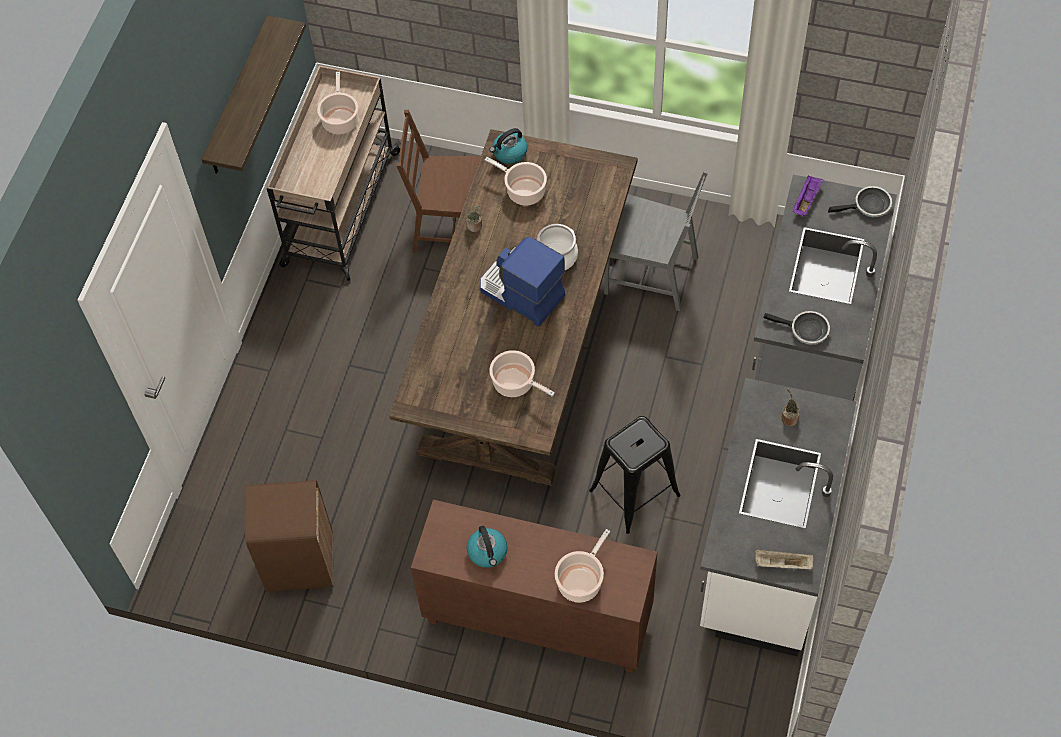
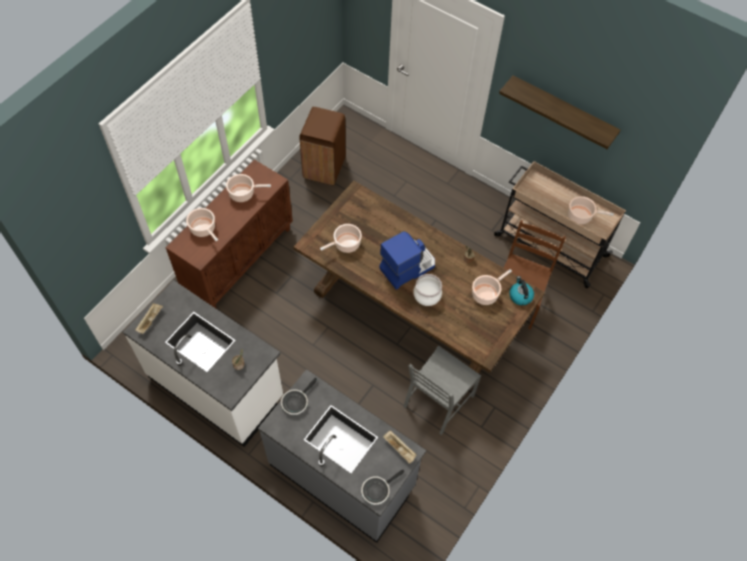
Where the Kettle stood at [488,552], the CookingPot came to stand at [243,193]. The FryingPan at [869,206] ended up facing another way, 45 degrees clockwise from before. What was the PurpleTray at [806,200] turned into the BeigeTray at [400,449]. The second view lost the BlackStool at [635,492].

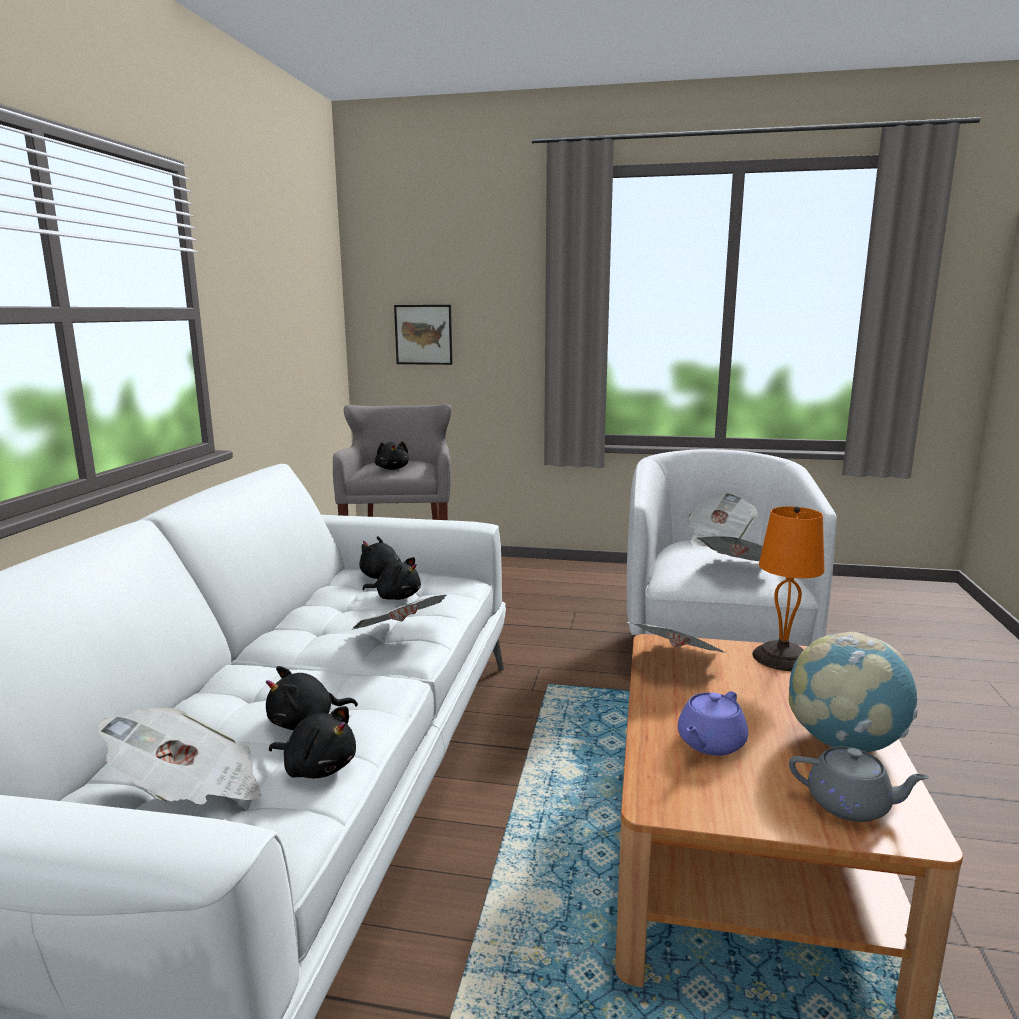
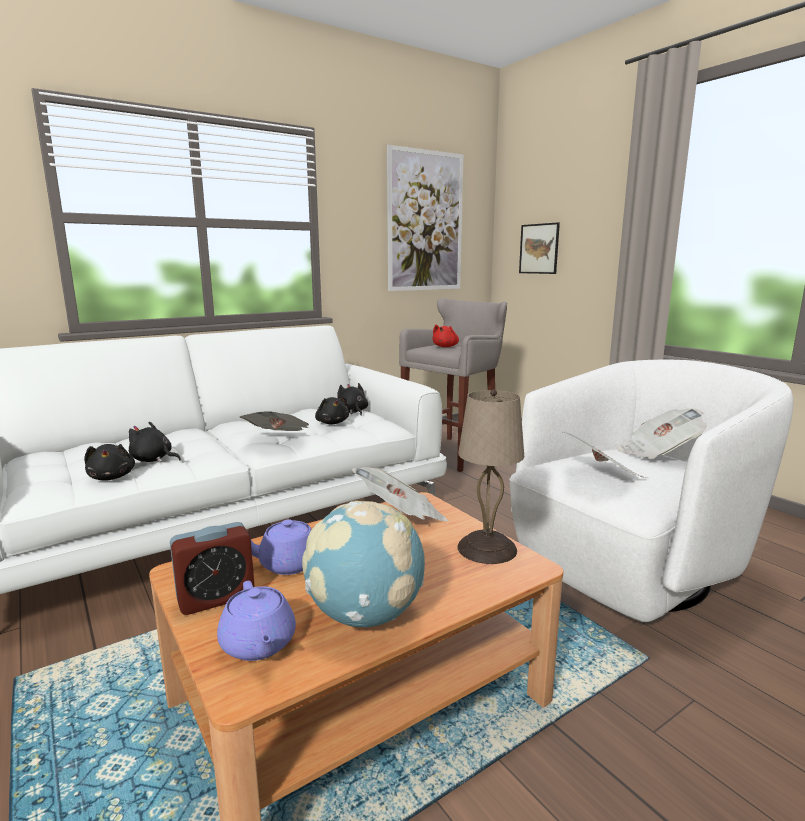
The second view gained the AlarmClock at [216,598]. What was the GreyTeapot at [850,805] turned into the PurpleTeapot at [258,644]. The second view gained the Picture at [425,222]. What was the BlackPlushToy at [392,469] turned into the RedPlushToy at [446,347]. What was the OrangeTableLamp at [780,657] turned into the BeigeTableLamp at [486,547]. The second view lost the Newspaper at [191,790].

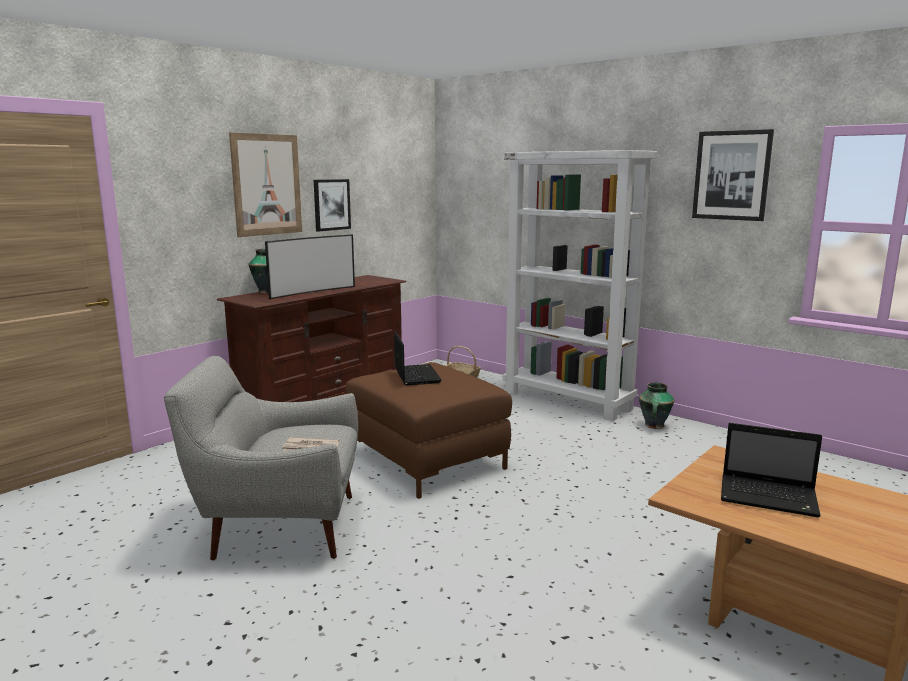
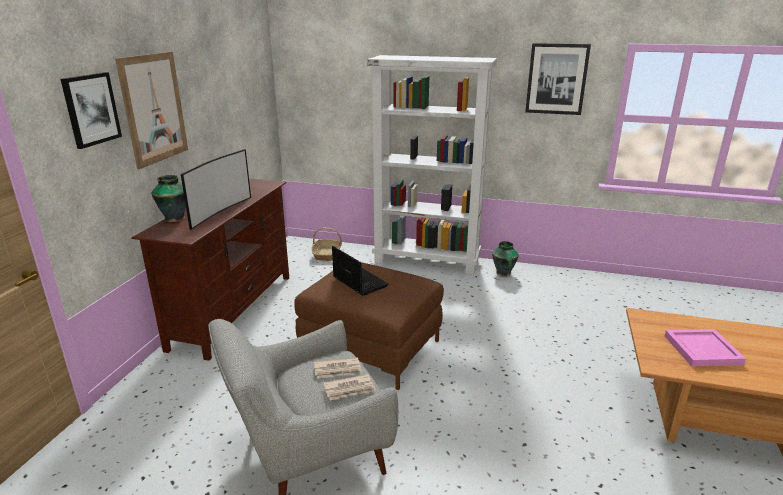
The Picture ended up elsewhere, having gone from [331,204] to [91,109]. The second view gained the Newspaper at [338,370]. Where the Laptop stood at [770,497], the PinkTray came to stand at [702,349].

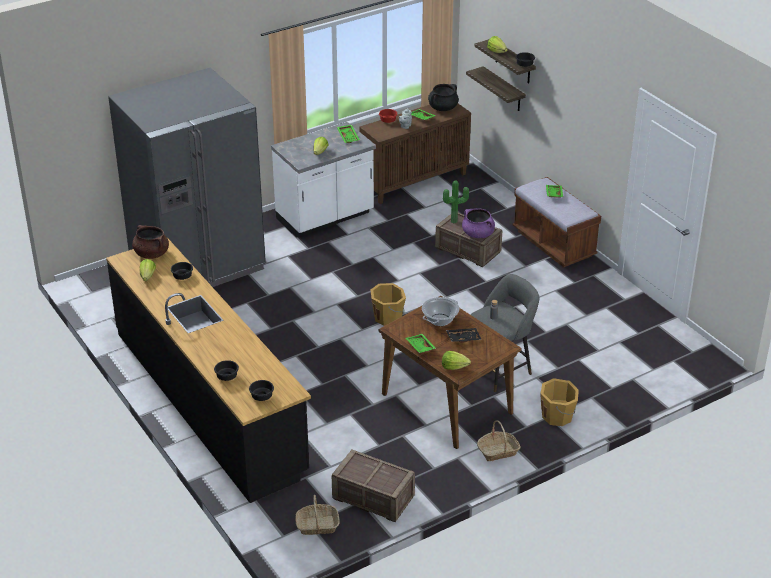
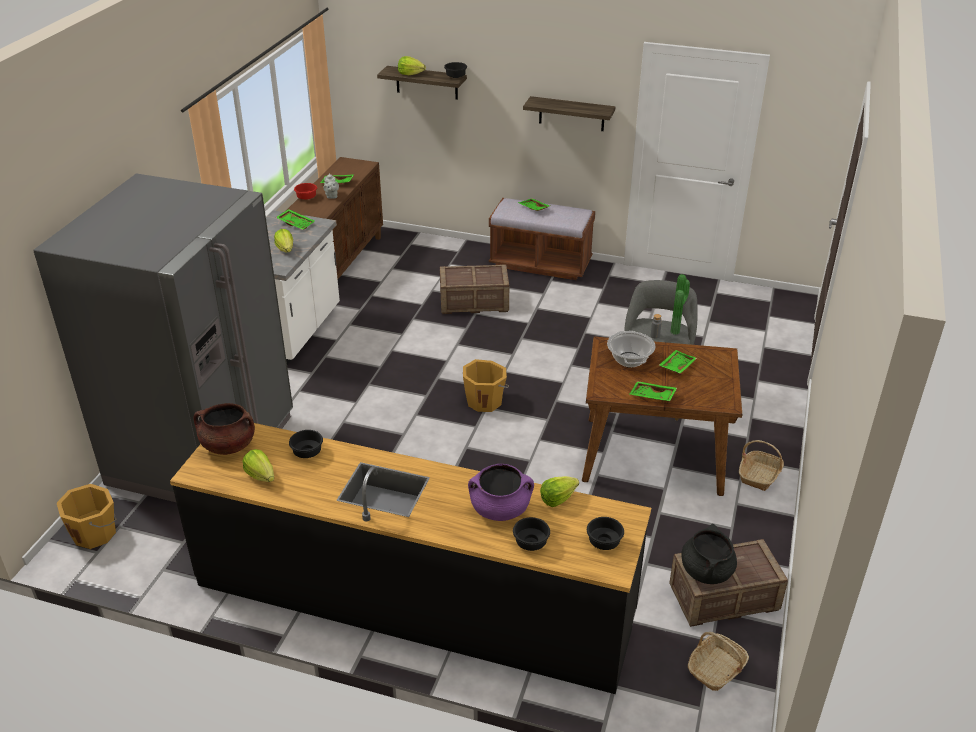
The OrangeBucket ended up elsewhere, having gone from [558,416] to [95,533]. The PurpleCookingPot ended up elsewhere, having gone from [478,234] to [500,509]. The Shelf ended up elsewhere, having gone from [503,89] to [571,114]. The Lettuce ended up elsewhere, having gone from [454,367] to [557,499]. What was the BlackTray at [463,338] turned into the GreenTray at [676,366]. The PottedPlant ended up elsewhere, having gone from [455,222] to [676,332]. The BlackCookingPot ended up elsewhere, having gone from [443,108] to [706,571].

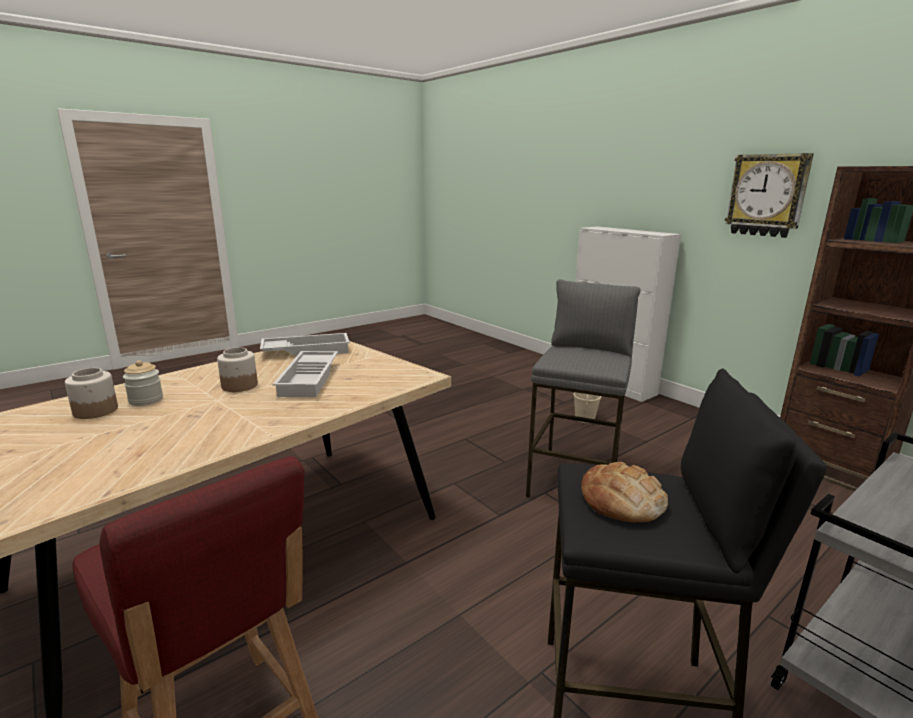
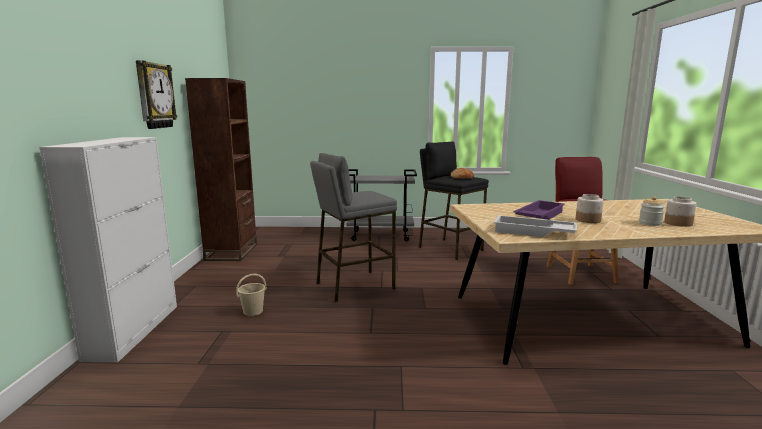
What was the WhiteTray at [310,379] turned into the PurpleTray at [538,215].

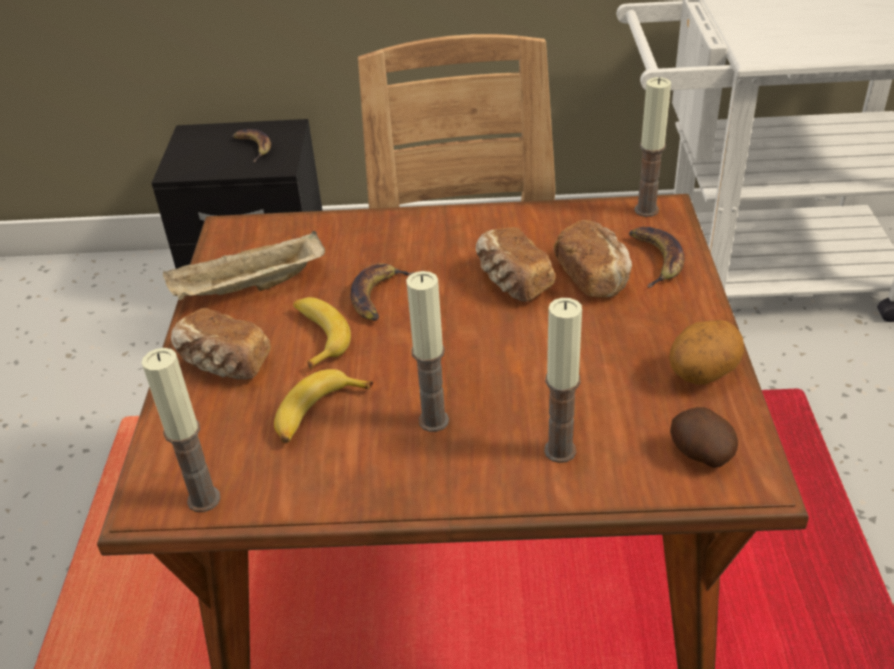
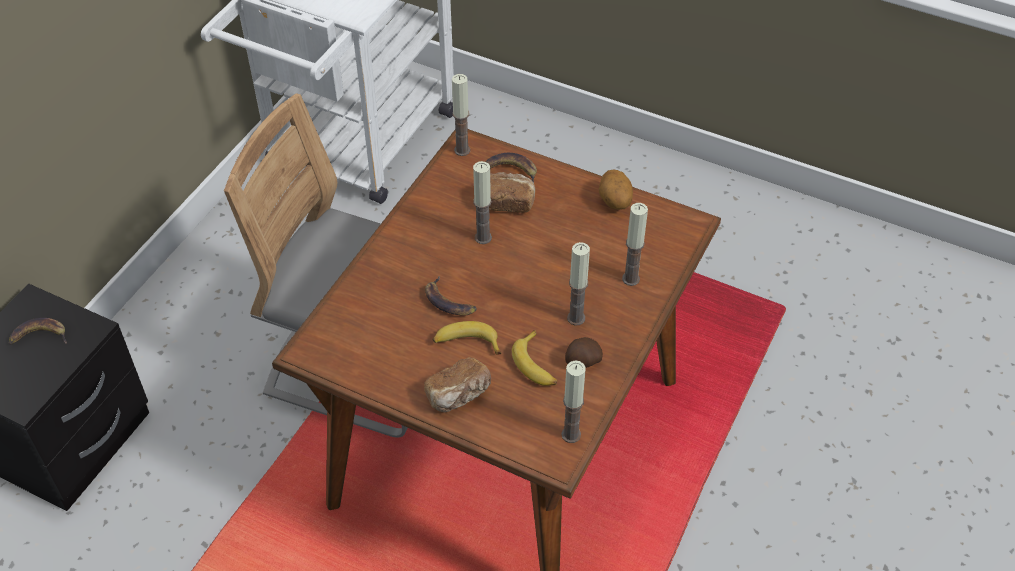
Where the Bread stood at [511,282], the Candle came to stand at [483,237]. The Potato ended up elsewhere, having gone from [699,454] to [582,361]. The second view lost the BeigeTray at [249,289].

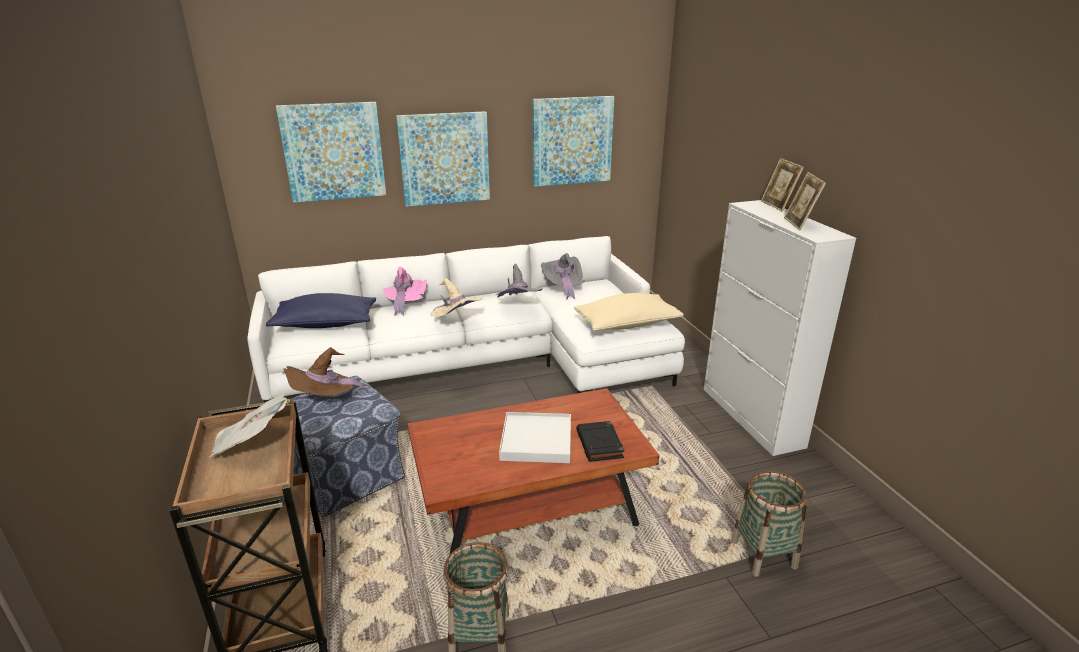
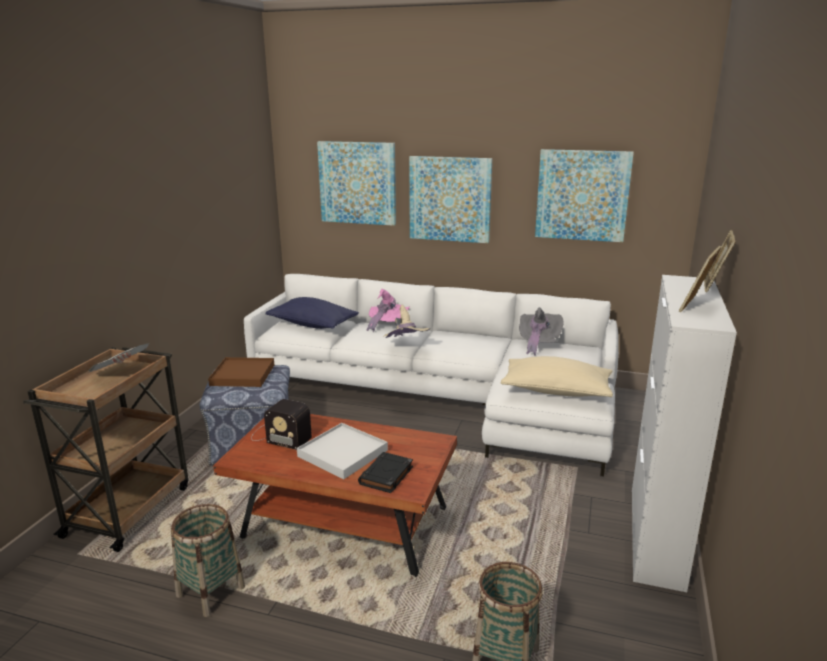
Where the BrownHat stood at [325,401], the BrownTray came to stand at [242,375]. The second view gained the Radio at [279,436]. The second view lost the GreyHat at [518,307].

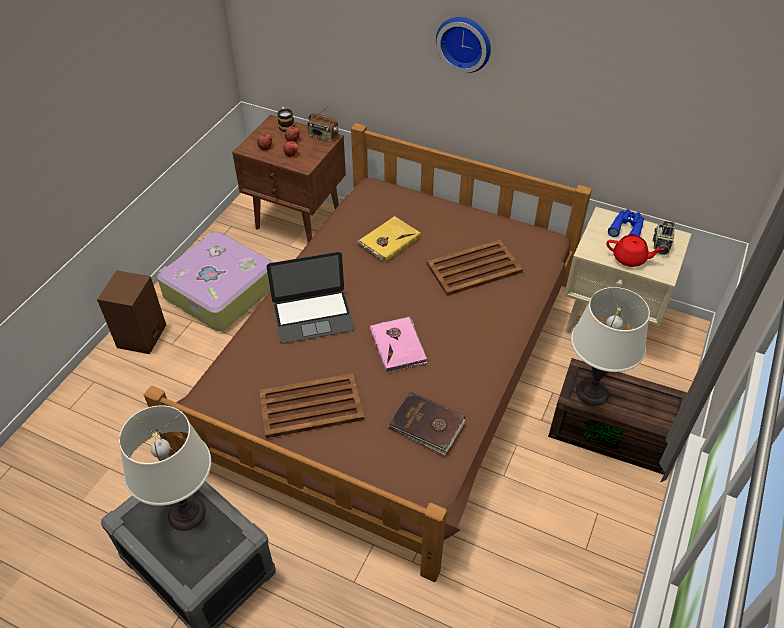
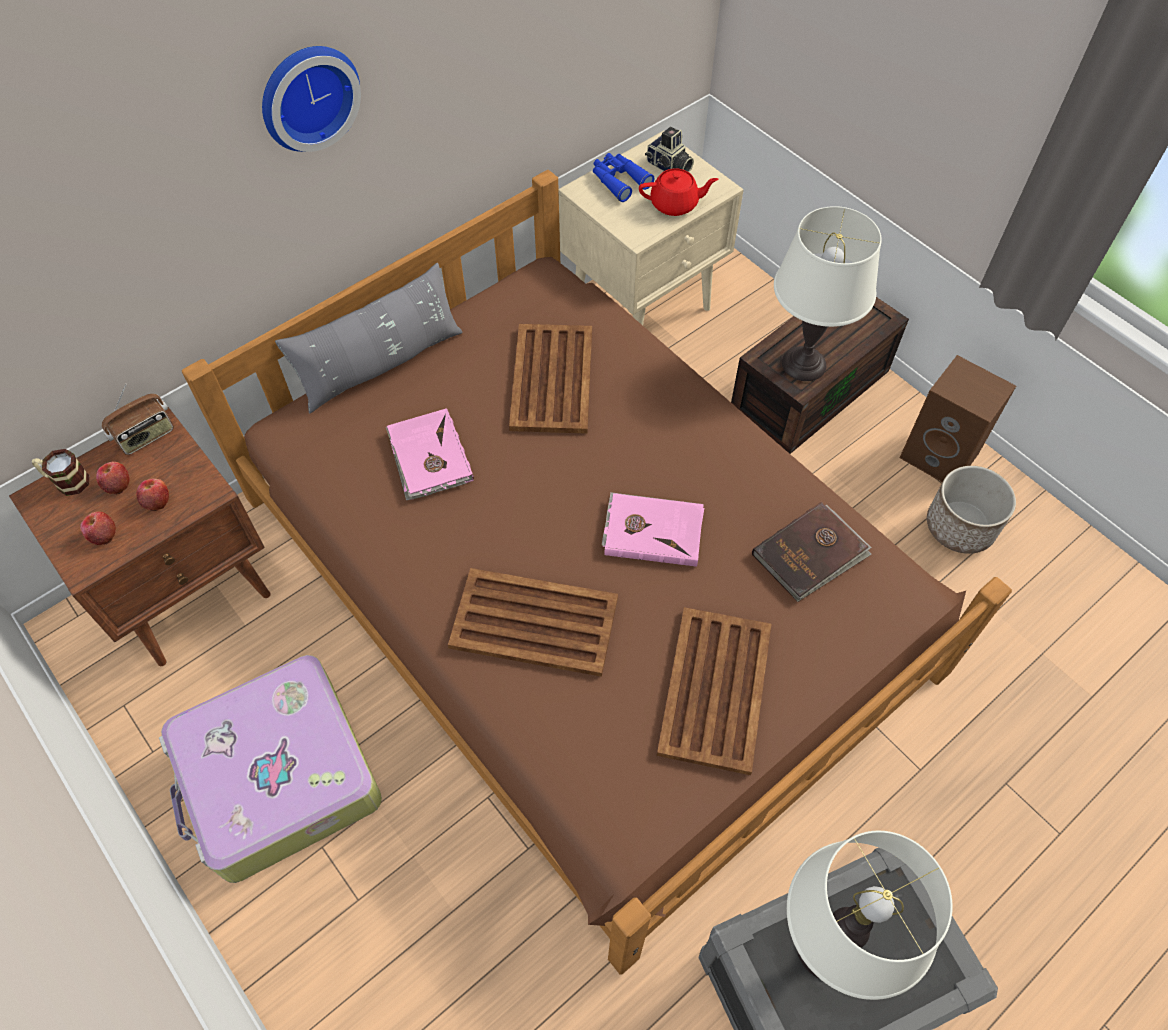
The second view gained the GreyPillow at [381,364]. What was the YellowBook at [388,241] turned into the PinkBook at [428,457]. Where the Laptop stood at [313,316], the BrownTray came to stand at [532,622]. The RedTeapot at [630,259] ended up facing another way, 45 degrees clockwise from before. The BrownSpeaker ended up elsewhere, having gone from [142,337] to [941,455]. The second view gained the Planter at [960,527].

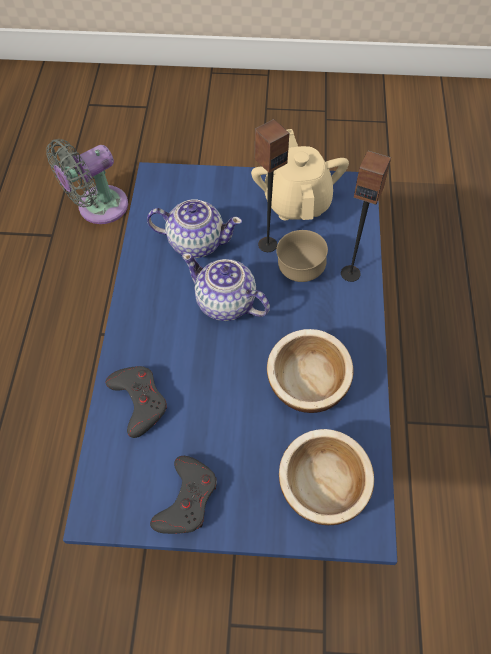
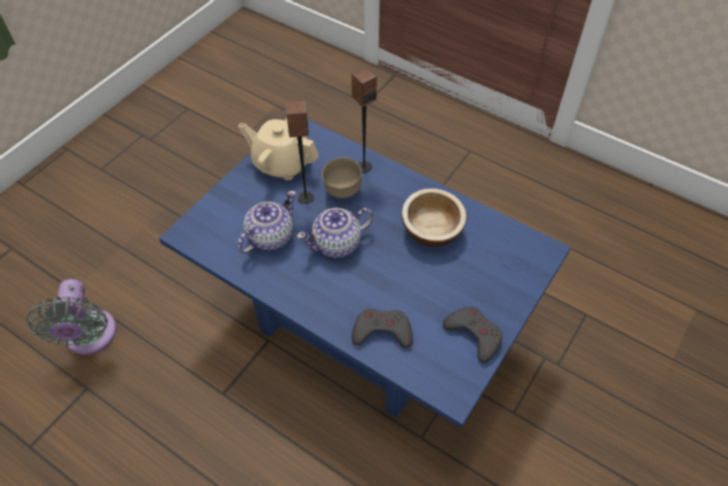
The second view lost the Bowl at [322,487].

